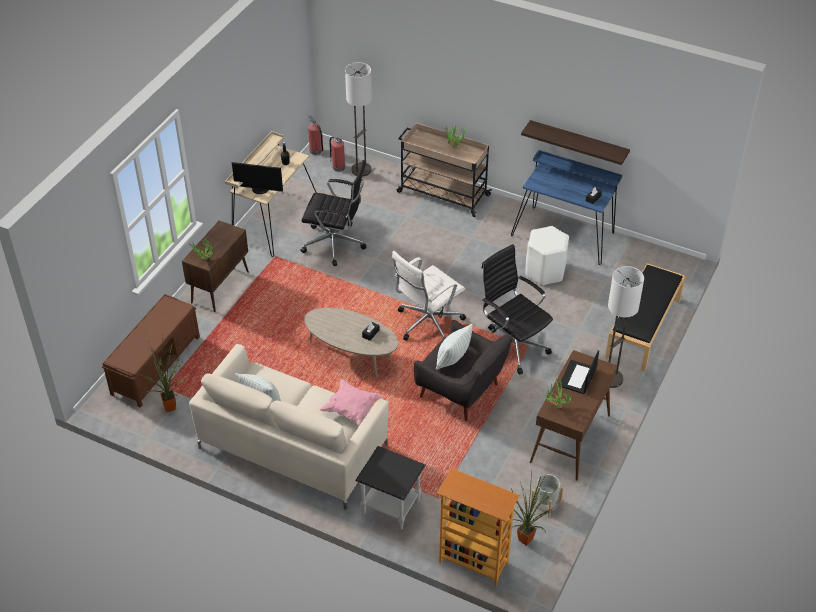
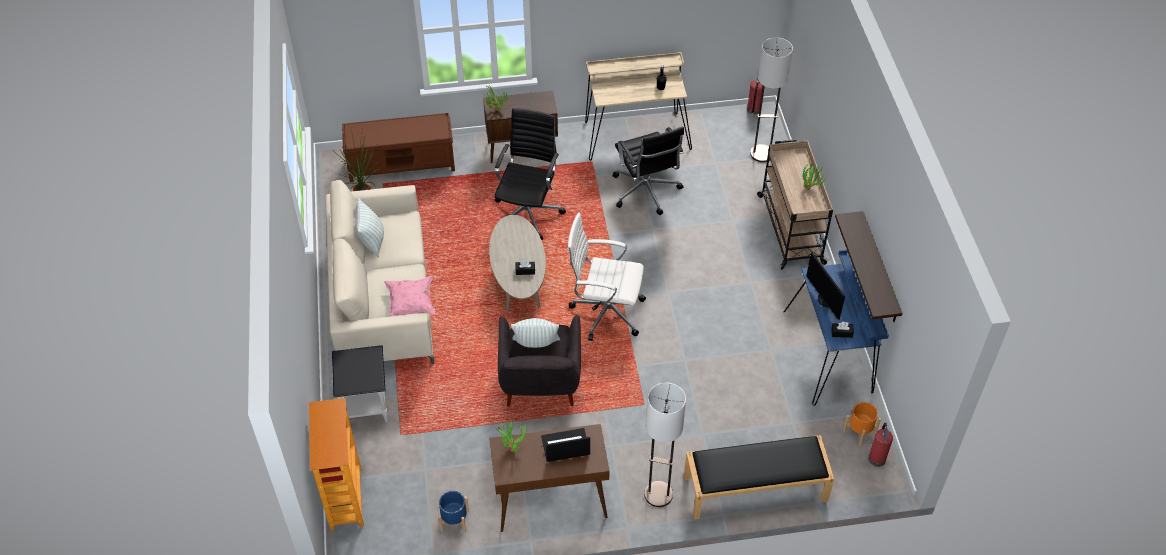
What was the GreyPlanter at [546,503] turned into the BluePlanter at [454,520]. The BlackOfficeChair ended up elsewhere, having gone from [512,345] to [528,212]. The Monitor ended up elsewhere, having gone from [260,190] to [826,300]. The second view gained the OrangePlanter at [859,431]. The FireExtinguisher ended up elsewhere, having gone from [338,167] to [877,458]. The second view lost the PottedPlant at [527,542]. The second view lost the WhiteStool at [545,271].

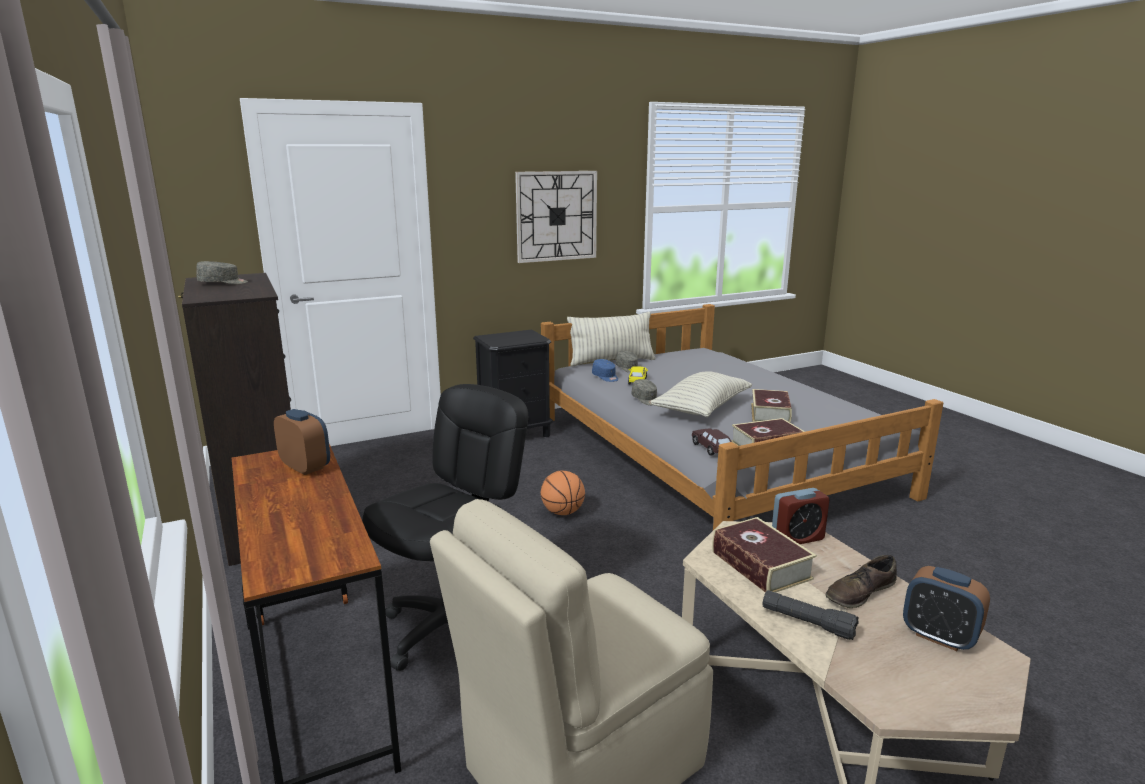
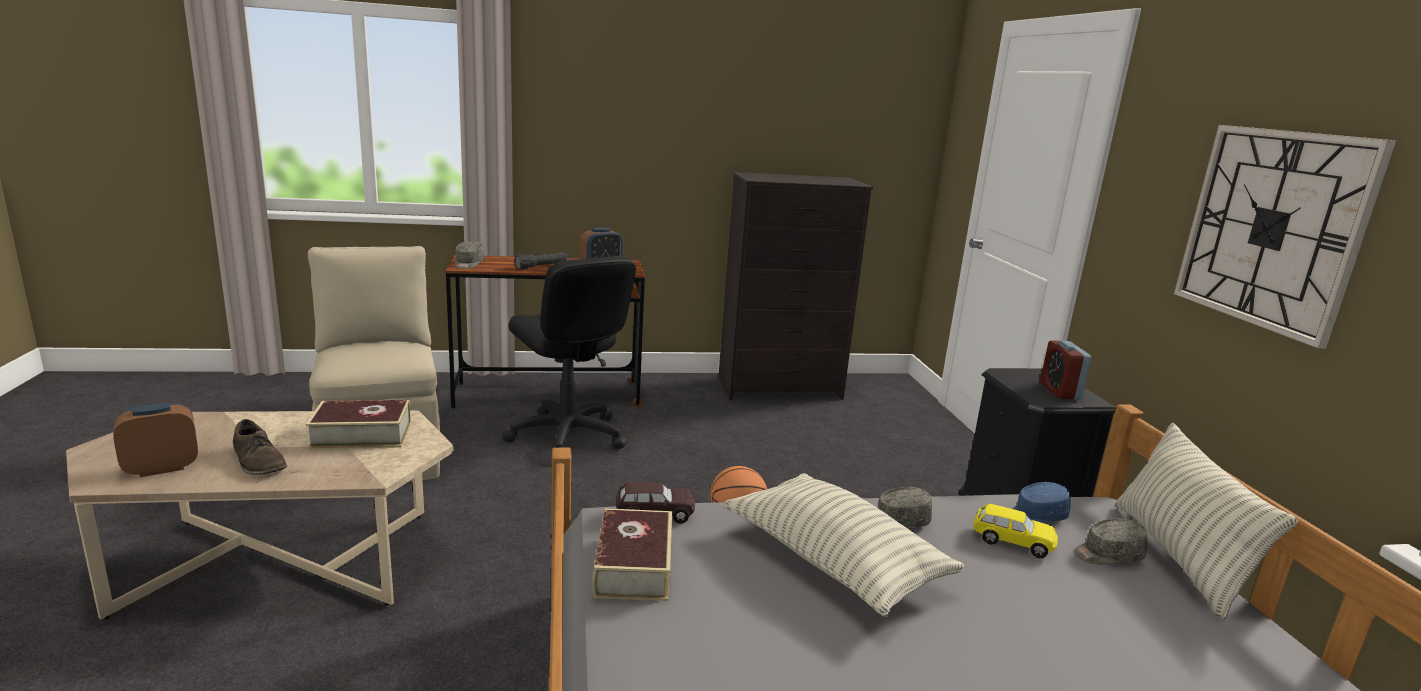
The BrownShoe at [860,592] ended up facing another way, 150 degrees clockwise from before. The GreyCap ended up elsewhere, having gone from [223,283] to [468,264]. The BlackFlashlight ended up elsewhere, having gone from [807,623] to [541,267]. The AlarmClock ended up elsewhere, having gone from [797,538] to [1059,391]. The second view lost the Book at [770,414].

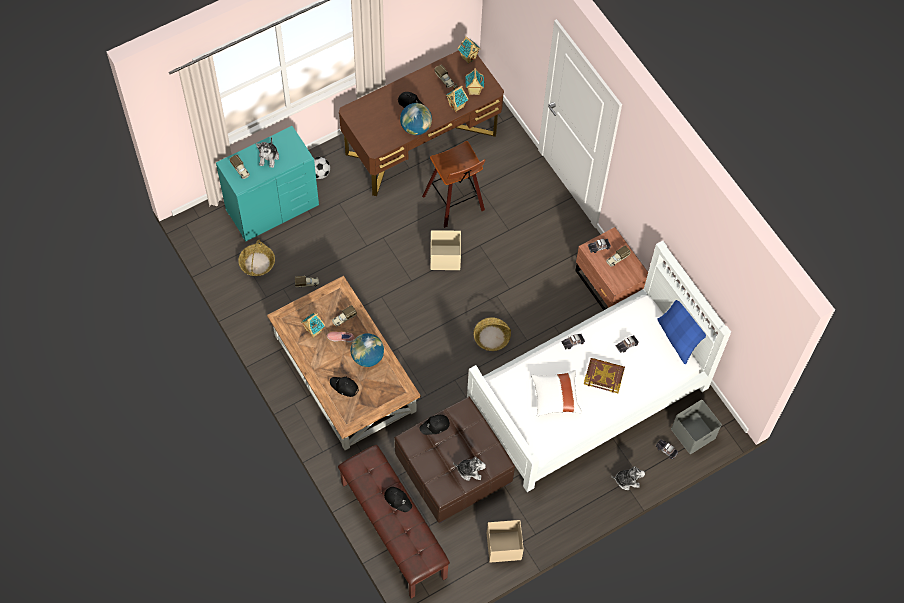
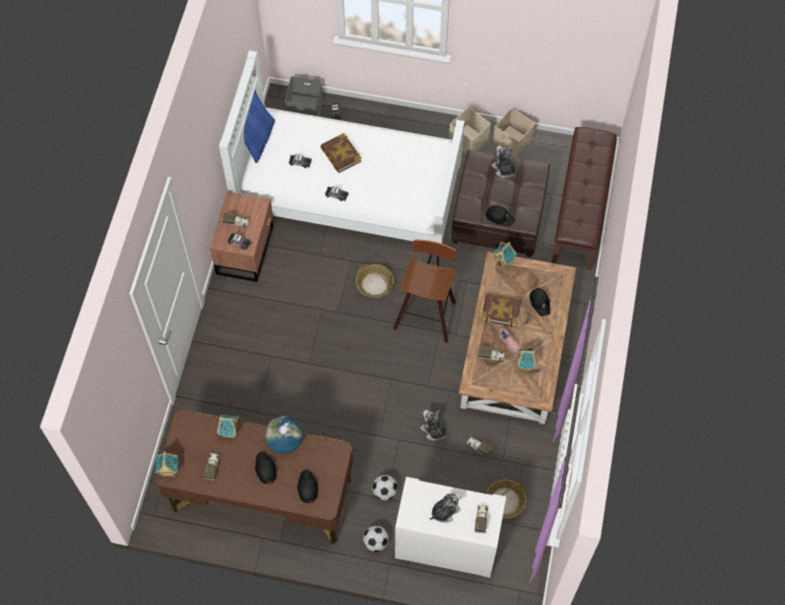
The BlackCap ended up elsewhere, having gone from [398,499] to [307,487]. The second view gained the Football at [384,492]. The Stool ended up elsewhere, having gone from [456,203] to [426,314]. What was the TurquoiseDresser at [272,207] turned into the WhiteDresser at [446,545]. The PlushToy ended up elsewhere, having gone from [627,480] to [433,430]. The BeigeStorageBox ended up elsewhere, having gone from [444,257] to [468,141]. Where the Globe stood at [367,357], the Book came to stand at [501,311]. The ToyHouse ended up elsewhere, having gone from [474,91] to [503,262]. The second view lost the WhitePillow at [555,397].

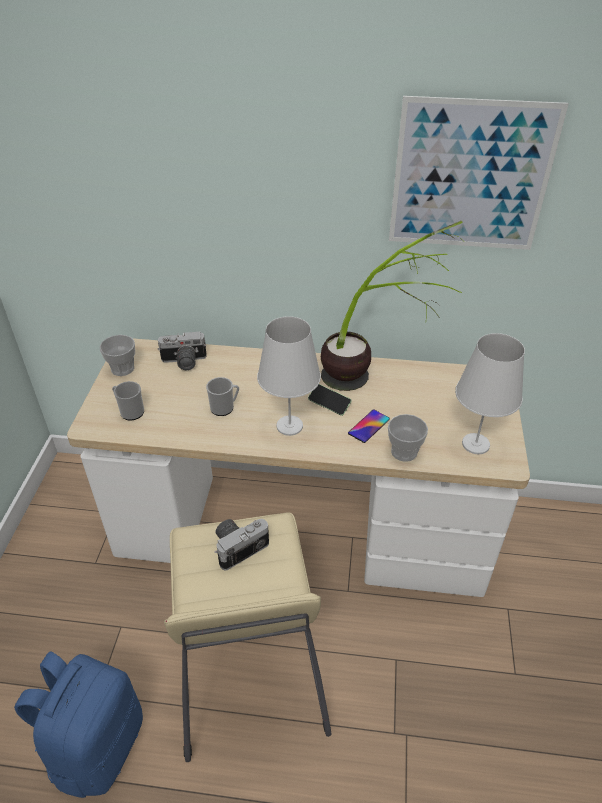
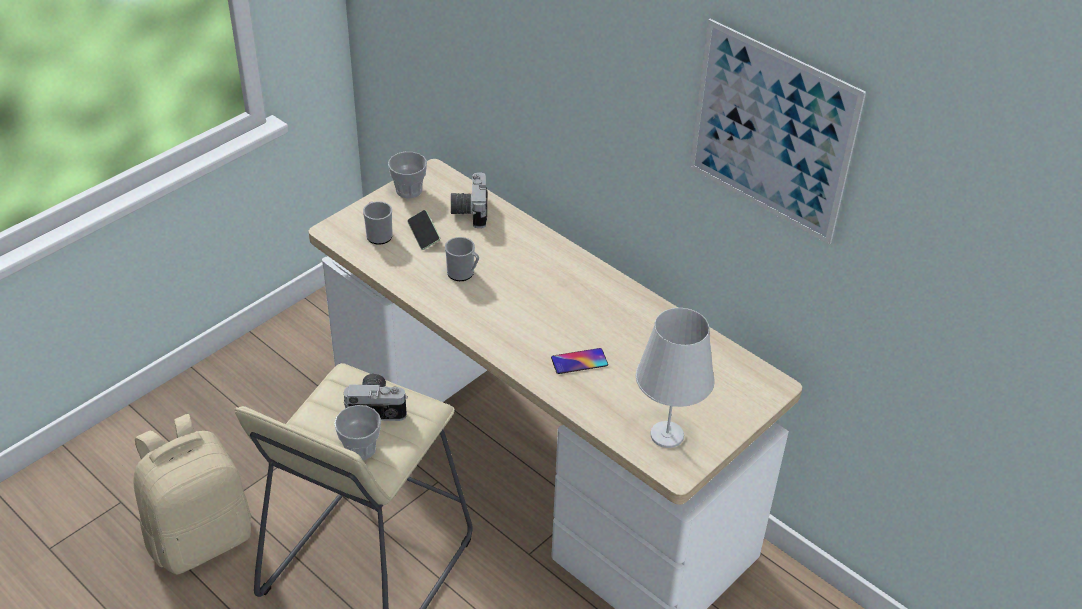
What was the BlueBackpack at [97,745] turned into the BeigeBackpack at [201,537]. The Cup ended up elsewhere, having gone from [404,452] to [360,448]. The Phone ended up elsewhere, having gone from [329,404] to [424,235]. The PhotoCamera at [183,362] ended up facing another way, 60 degrees clockwise from before. The second view lost the WhiteTableLamp at [289,426]. The second view lost the PottedPlant at [374,375].

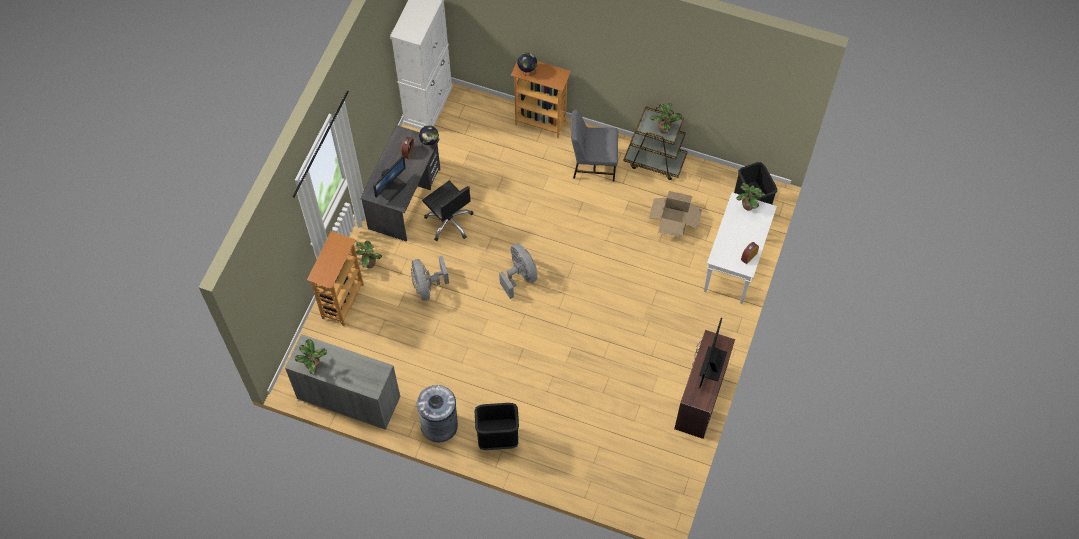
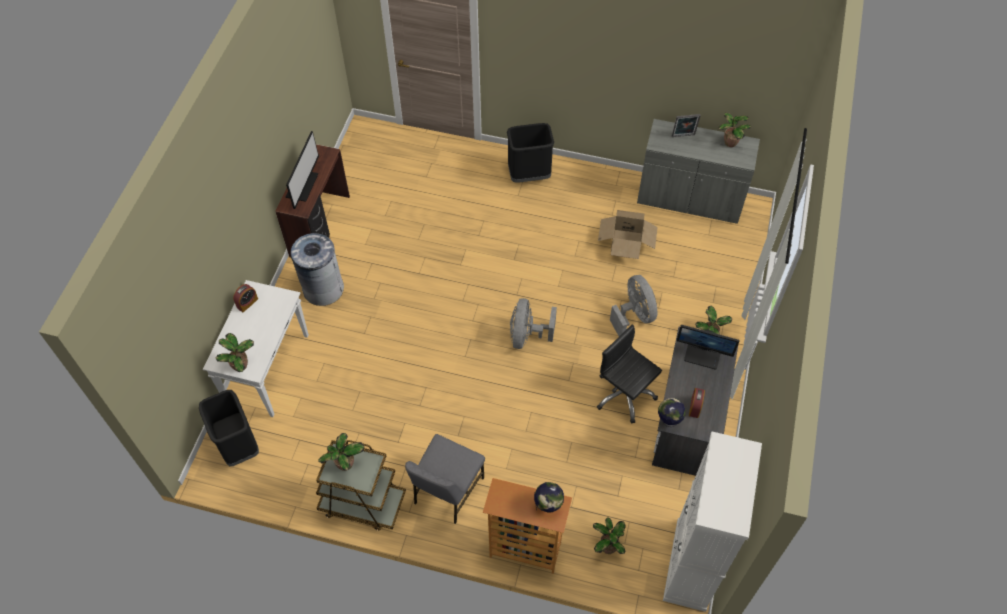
The GreyTrashCan ended up elsewhere, having gone from [439,425] to [323,288]. The GreyChair at [593,164] ended up facing another way, 120 degrees clockwise from before. The GreyFan at [520,276] ended up facing another way, 45 degrees clockwise from before. The second view gained the PottedPlant at [607,546]. The CardboardBox ended up elsewhere, having gone from [674,220] to [626,242]. The second view gained the PictureFrame at [683,136]. The Monitor at [392,188] ended up facing another way, 105 degrees counterclockwise from before. The second view lost the Bookcase at [342,301].

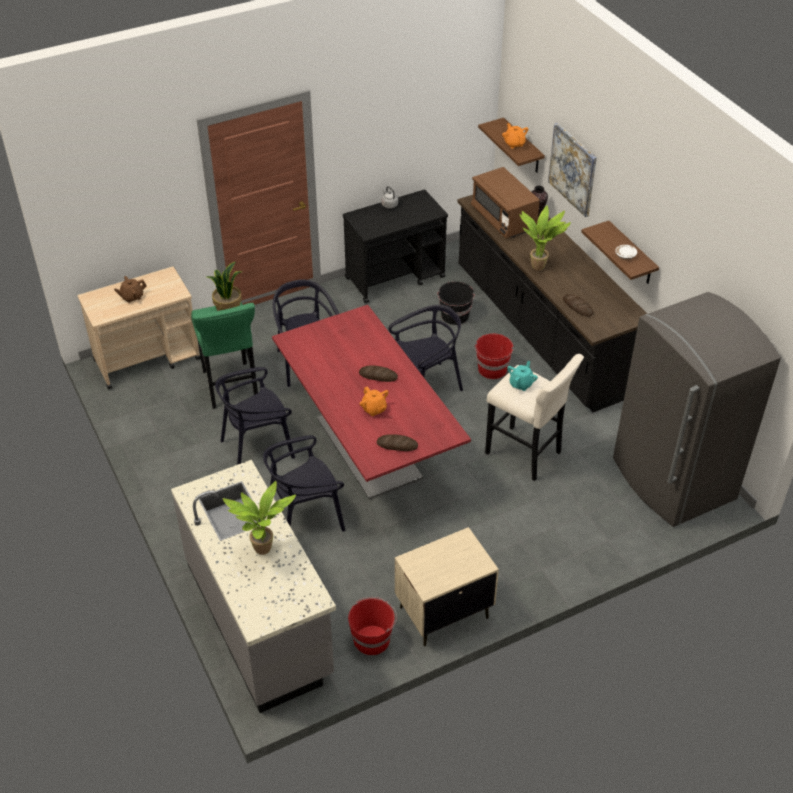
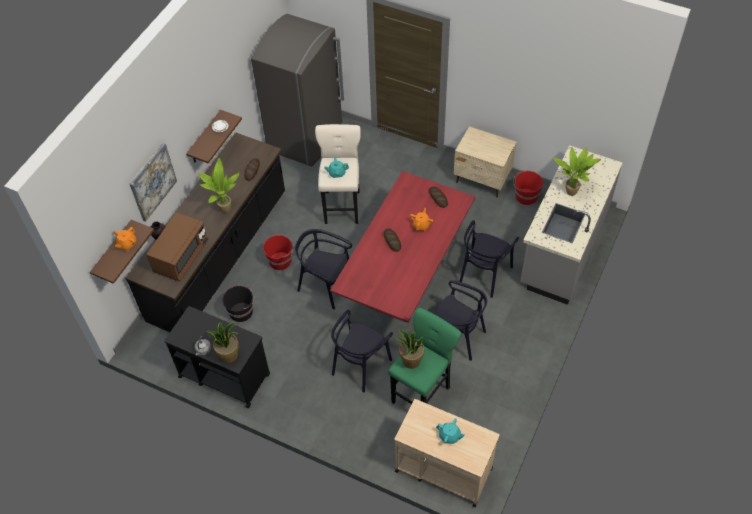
The second view gained the PottedPlant at [229,355]. What was the BrownTeapot at [132,297] turned into the TurquoiseTeapot at [449,436]. The BlackChair at [305,518] ended up facing another way, 90 degrees clockwise from before.

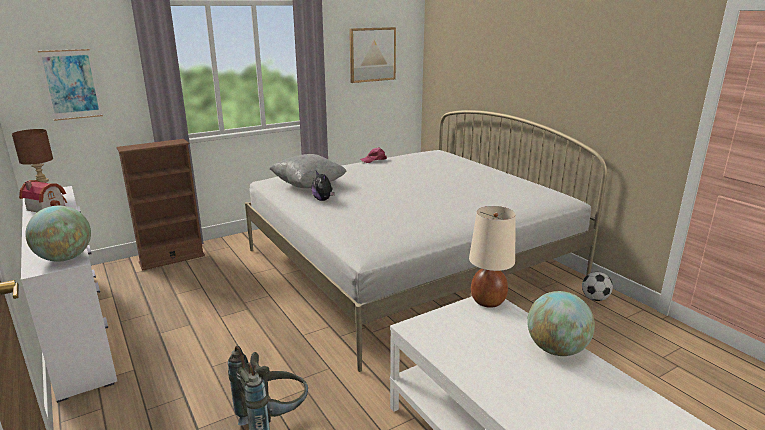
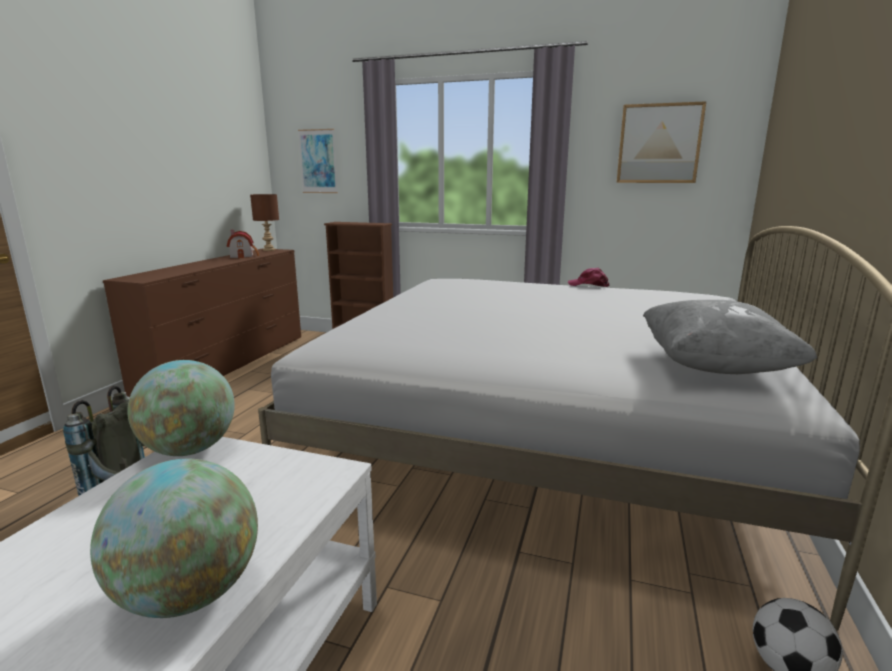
What was the WhiteDresser at [79,328] turned into the BrownDresser at [228,364]. The Globe ended up elsewhere, having gone from [65,258] to [189,449]. The GreyPillow ended up elsewhere, having gone from [308,185] to [714,366]. The second view lost the PlushToy at [323,199]. The second view lost the BeigeTableLamp at [487,302].

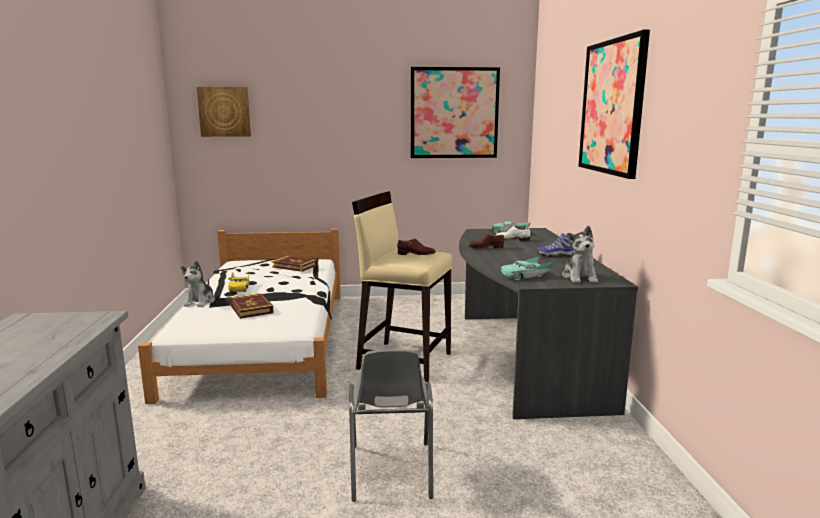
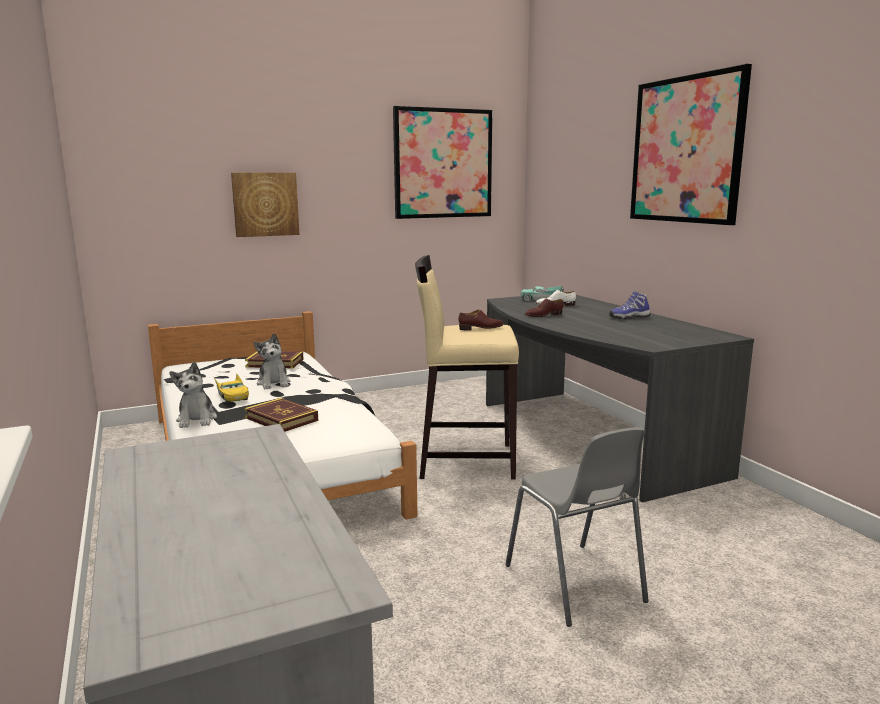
The Picture ended up elsewhere, having gone from [224,111] to [265,204]. The PlushToy ended up elsewhere, having gone from [579,277] to [274,383]. The second view lost the TurquoiseToyCar at [525,276].

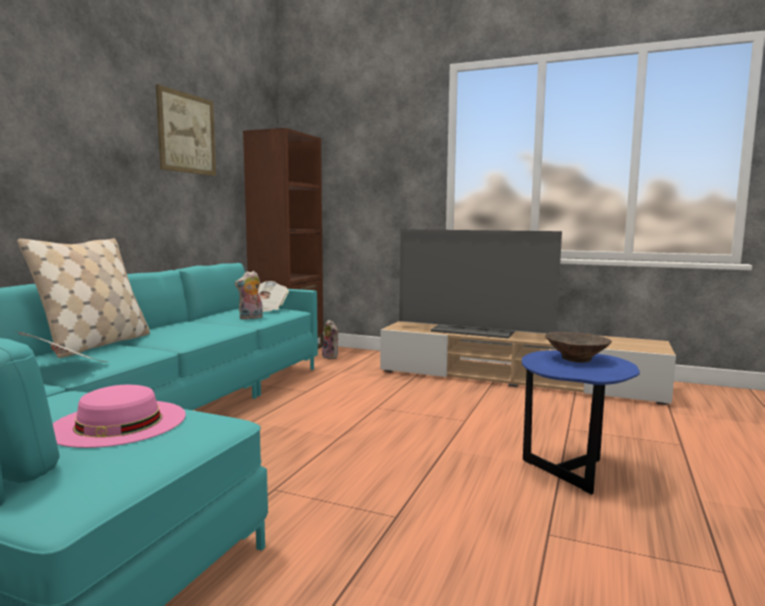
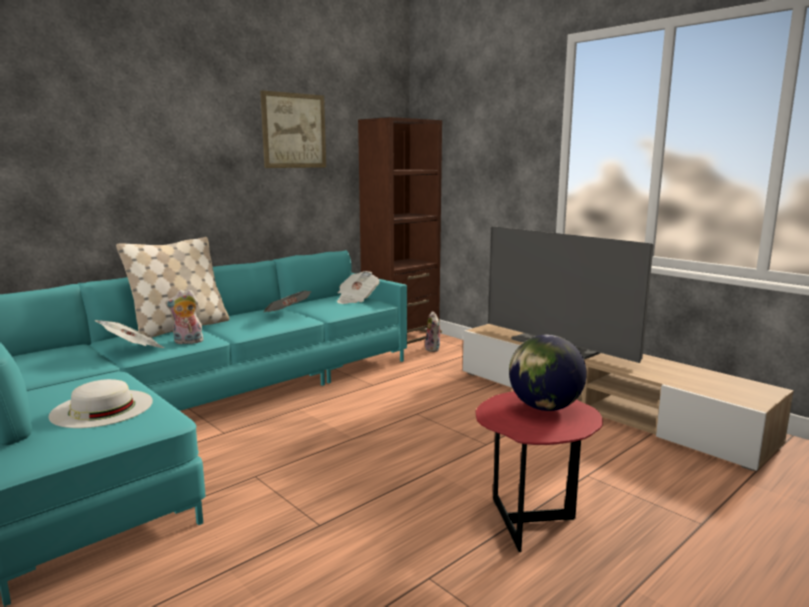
What was the PinkHat at [119,422] turned into the WhiteHat at [102,408]. The PlushToy ended up elsewhere, having gone from [251,318] to [187,342]. The second view gained the Newspaper at [287,314]. What was the BlueSideTable at [571,469] turned into the RedSideTable at [531,521]. Where the BrownBowl stood at [576,359], the Globe came to stand at [544,408].

